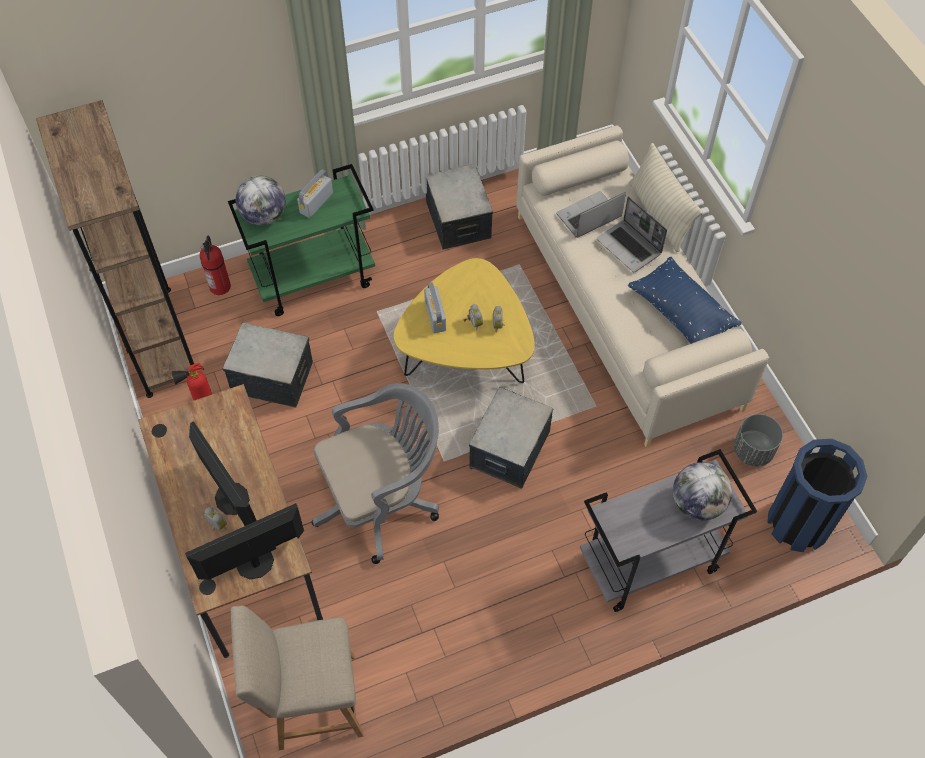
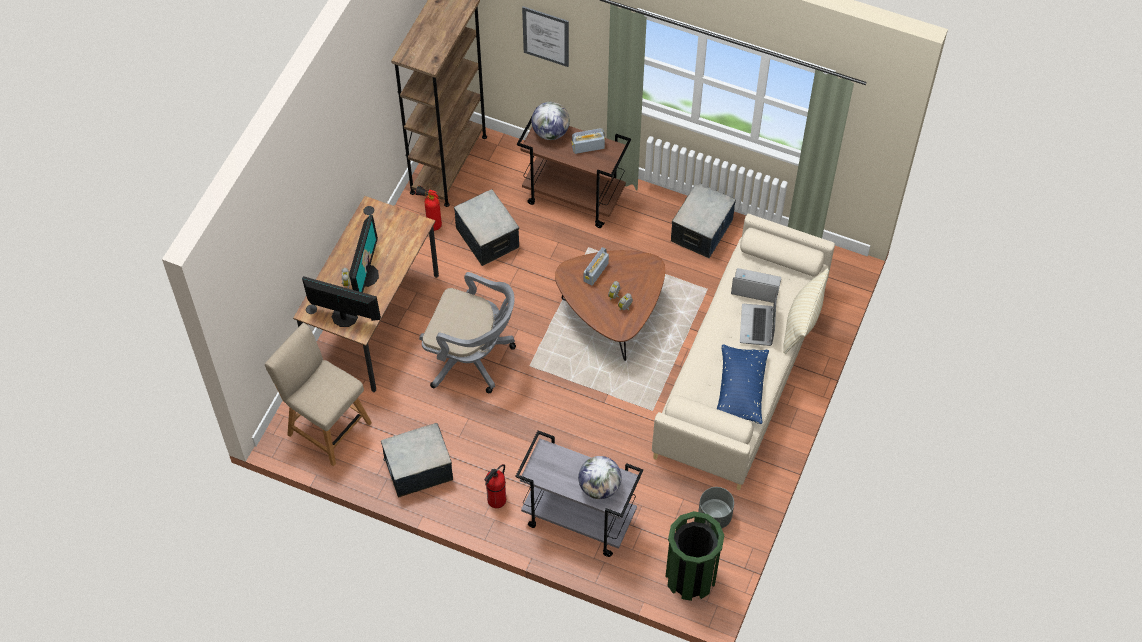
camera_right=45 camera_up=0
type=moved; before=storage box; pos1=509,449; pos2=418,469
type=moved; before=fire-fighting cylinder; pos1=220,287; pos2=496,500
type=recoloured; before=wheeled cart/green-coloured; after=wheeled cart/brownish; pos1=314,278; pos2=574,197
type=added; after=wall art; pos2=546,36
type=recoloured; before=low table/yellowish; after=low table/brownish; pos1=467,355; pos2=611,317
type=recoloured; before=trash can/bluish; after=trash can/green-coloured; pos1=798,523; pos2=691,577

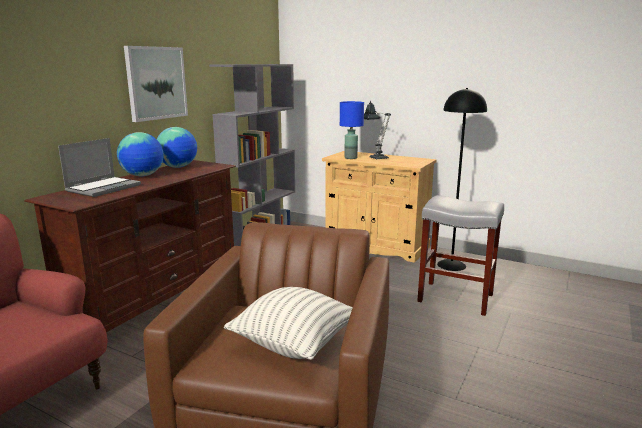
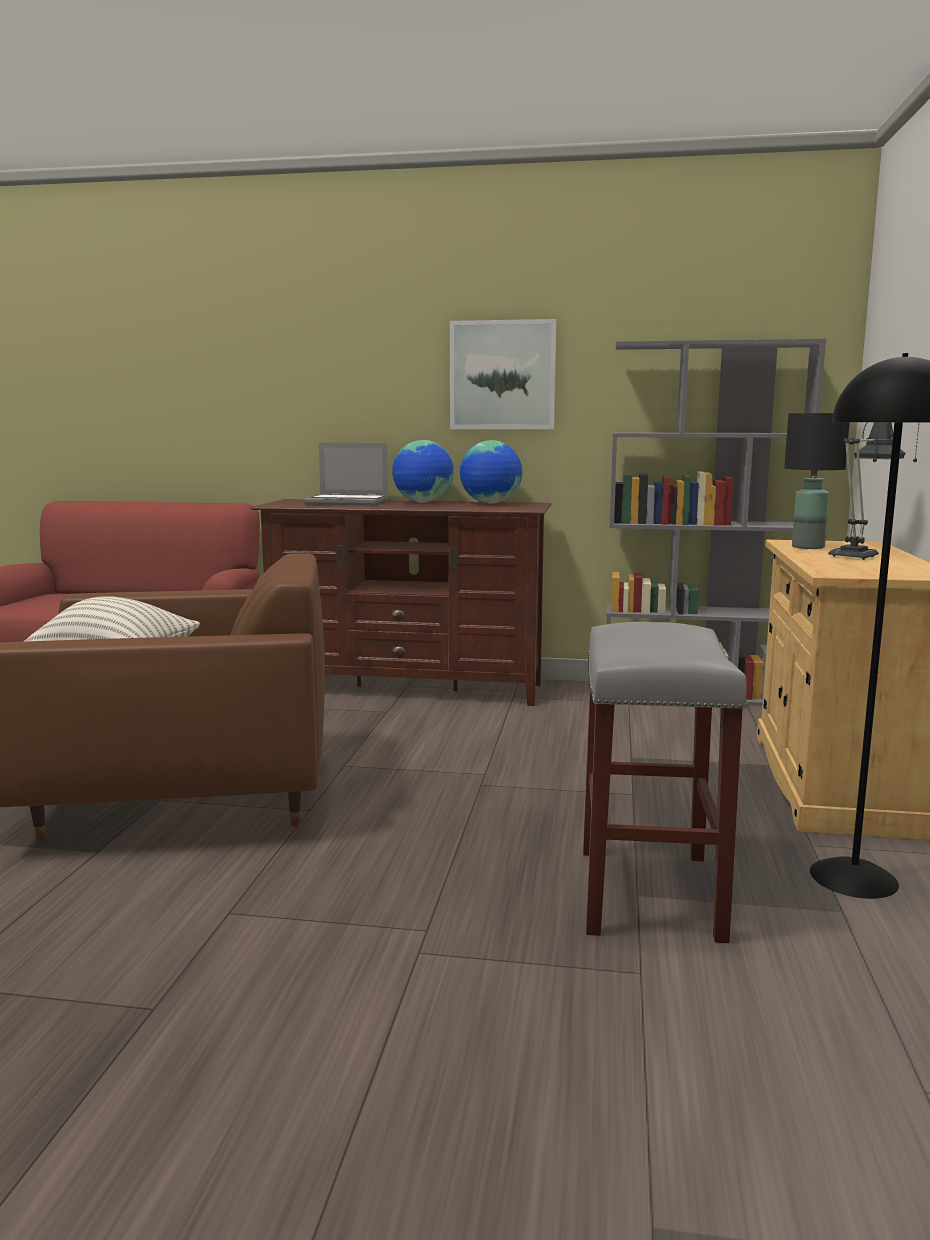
camera_right=70 camera_up=-5
type=recoloured; before=tabletop lamp/bluish; after=tabletop lamp/blackish; pos1=351,158; pos2=809,547

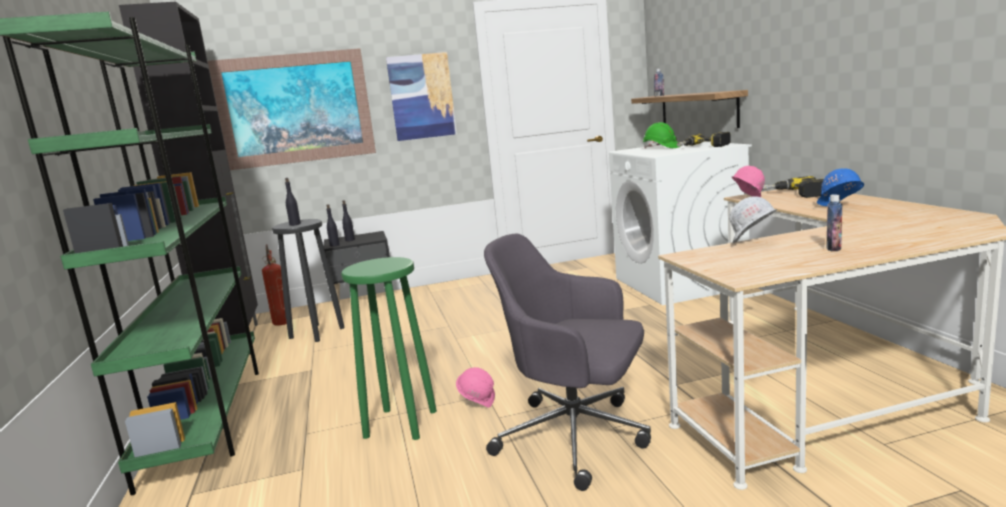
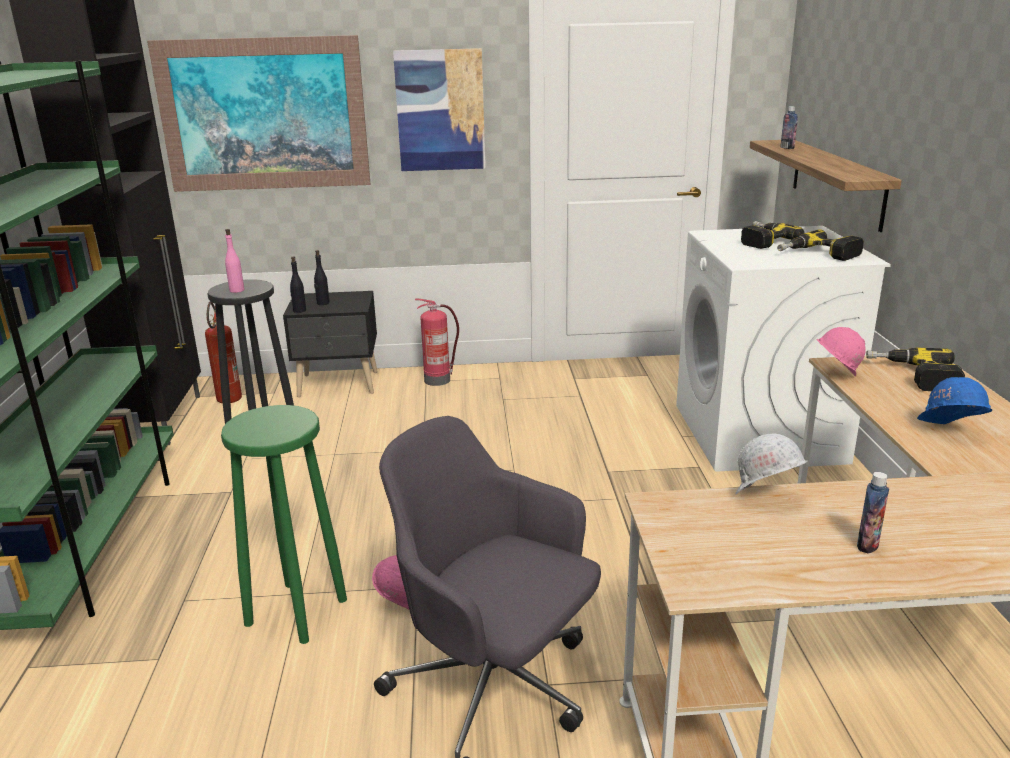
camera_right=10 camera_up=10
type=recoloured; before=beverage bottle/blackish; after=beverage bottle/pink-coloured; pos1=295,224; pos2=237,290
type=added; after=fire-fighting cylinder; pos2=438,380
type=replaced; before=work helmet/green-coloured; after=power drill; pos1=661,148; pos2=762,241

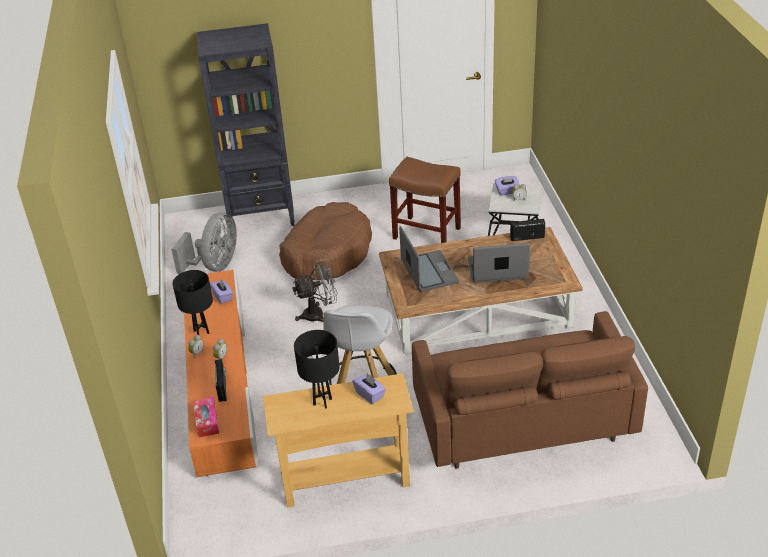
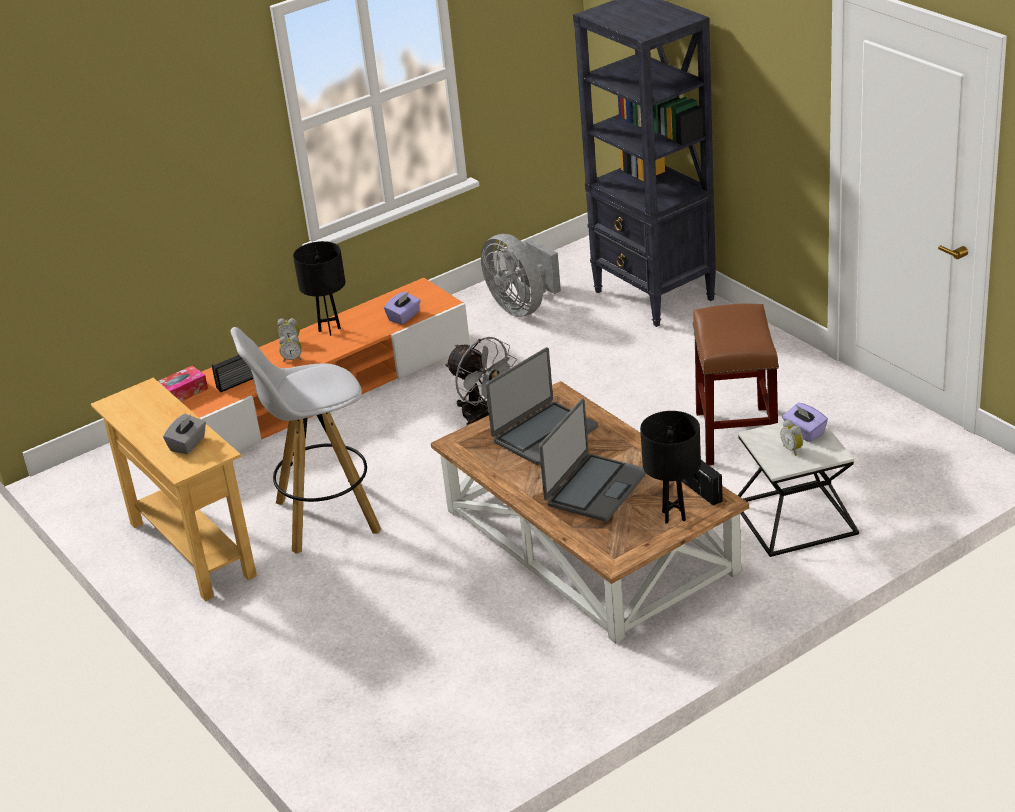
camera_right=65 camera_up=-5
type=recoloured; before=box of tissues/purplish; after=box of tissues/gray; pos1=370,394; pos2=188,444
type=turned; before=electric fan/gray; pos1=215,265; pos2=522,307; turn=60
type=turned; before=notebook computer; pos1=497,270; pos2=595,489; turn=60
type=moved; before=tabletop lamp/blackish; pos1=322,402; pos2=674,516
type=removed; before=dog bed/brownish; pos1=327,253
type=removed; before=sofa/brownish; pos1=522,423

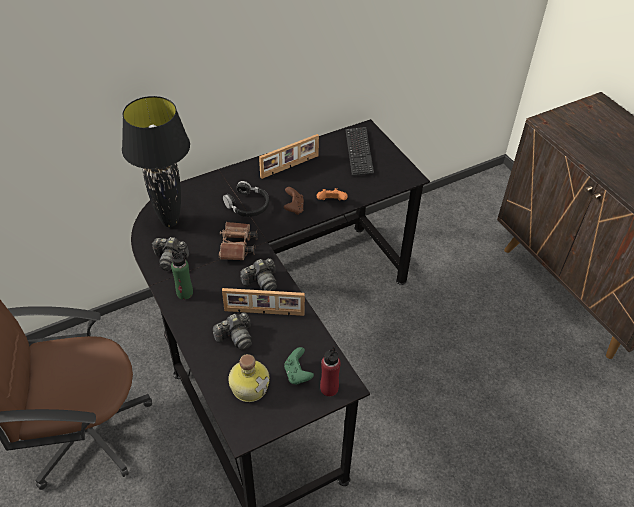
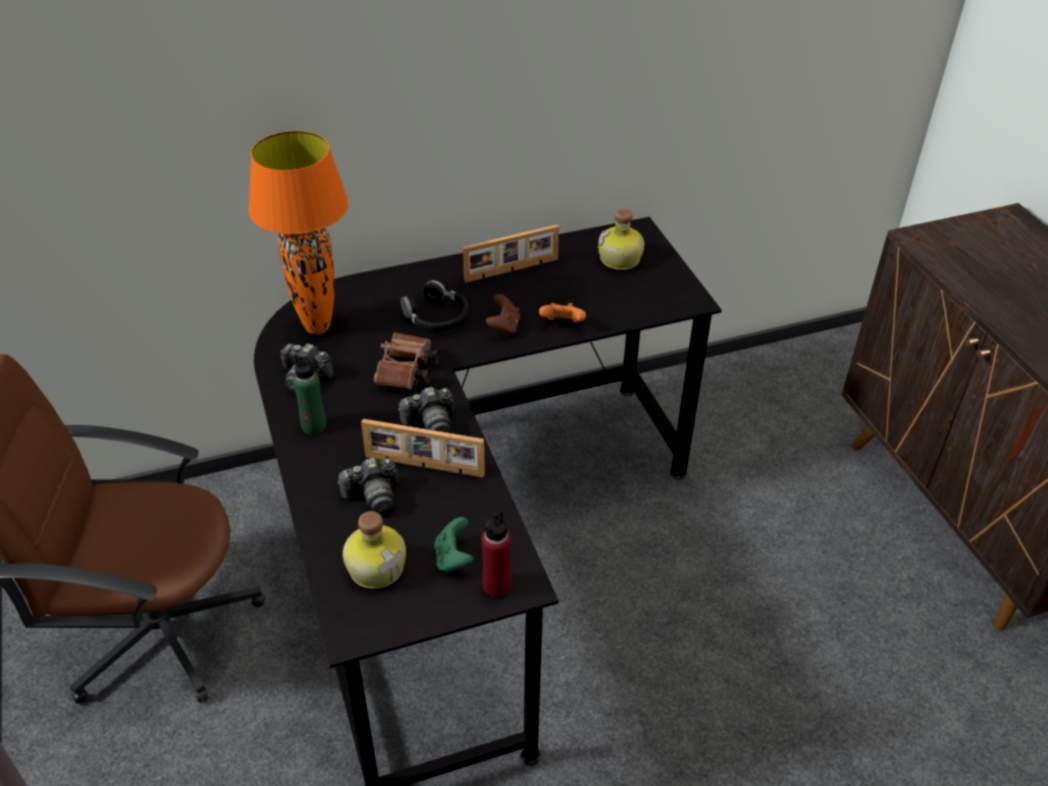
camera_right=10 camera_up=-5
type=recoloured; before=tabletop lamp/blackish; after=tabletop lamp/orange; pos1=169,221; pos2=317,327
type=replaced; before=PC keyboard; after=beverage bottle; pos1=359,152; pos2=620,260

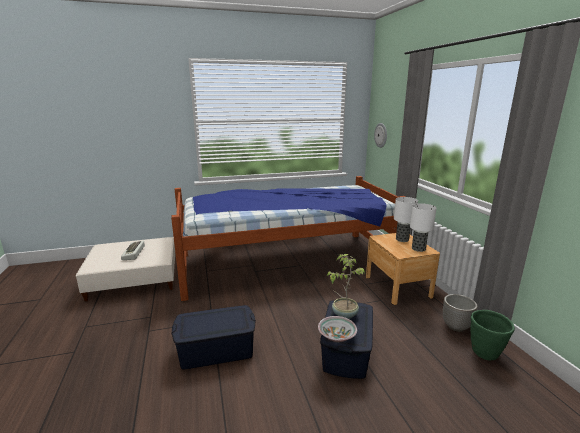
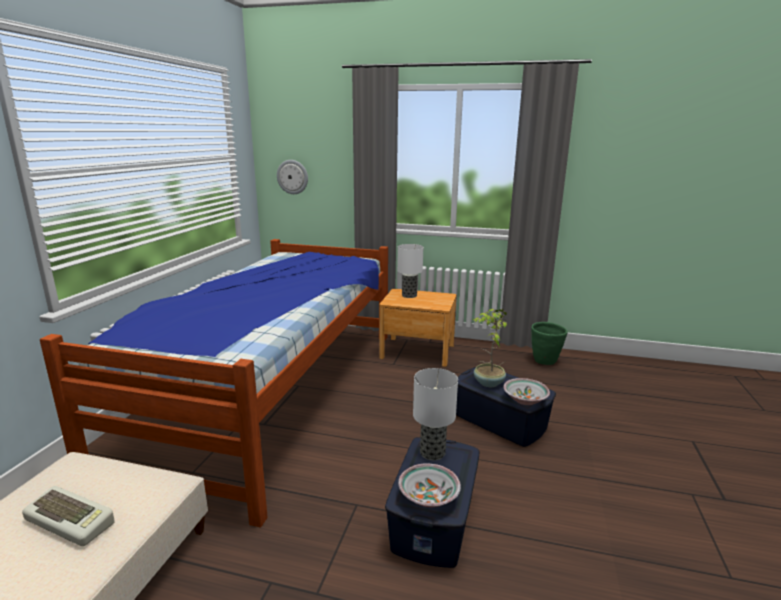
camera_right=-60 camera_up=0
type=added; after=serving bowl; pos2=428,497
type=moved; before=tabletop lamp; pos1=418,249; pos2=433,453
type=removed; before=planter; pos1=456,326

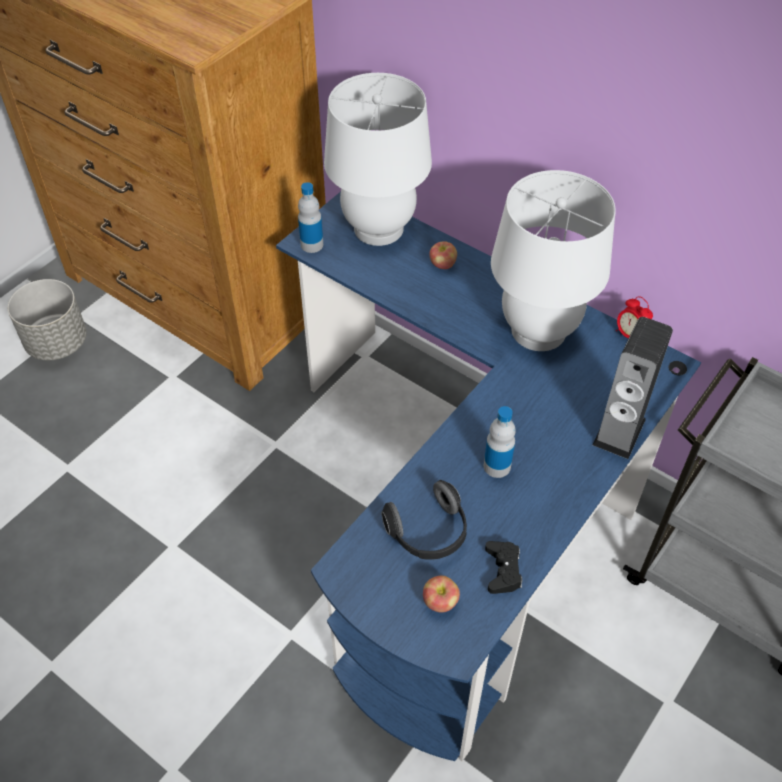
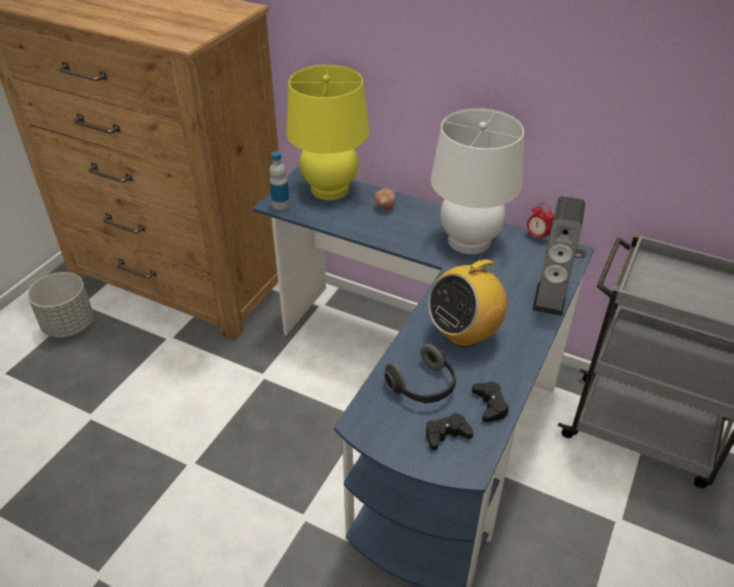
camera_right=-10 camera_up=-10
type=recoloured; before=tabletop lamp/white; after=tabletop lamp/yellowish; pos1=378,228; pos2=330,189
type=replaced; before=apple; after=game controller/blackish; pos1=440,602; pos2=446,434
type=replaced; before=beverage bottle; after=radio; pos1=497,466; pos2=464,333

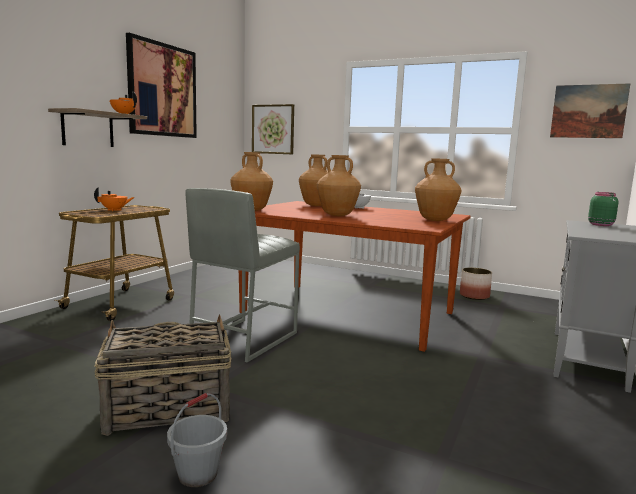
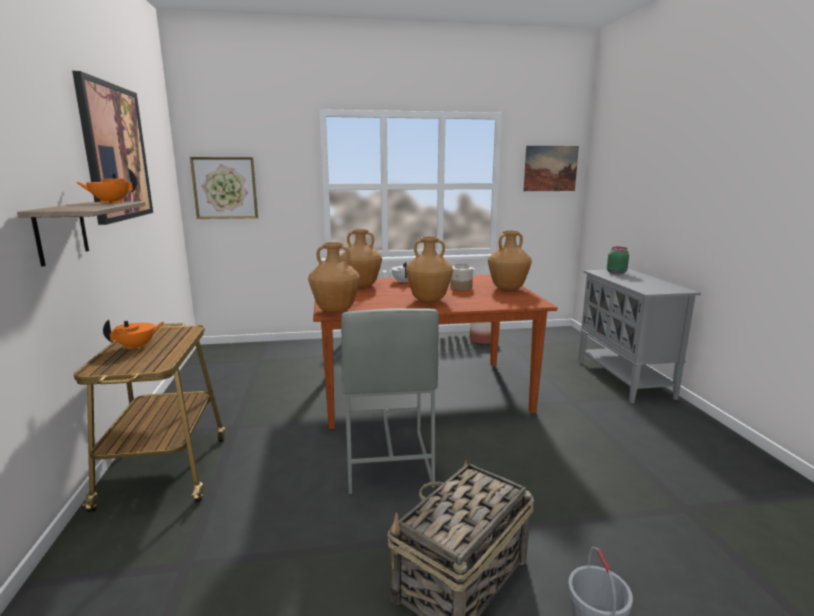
camera_right=-35 camera_up=5
type=added; after=storage jar; pos2=461,288

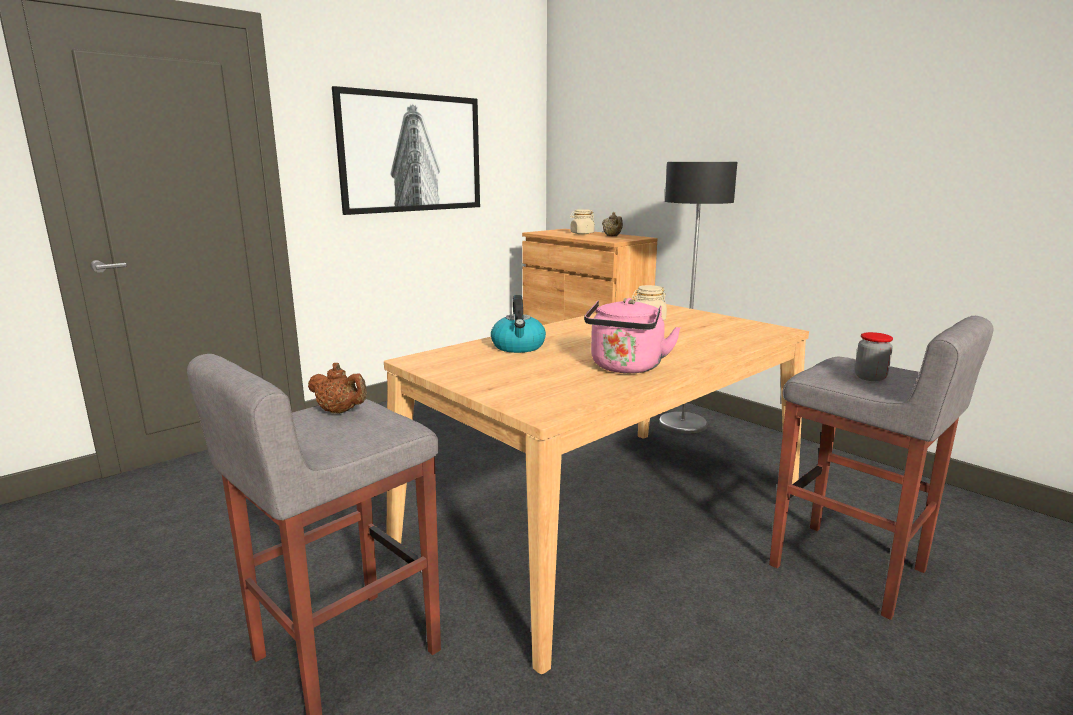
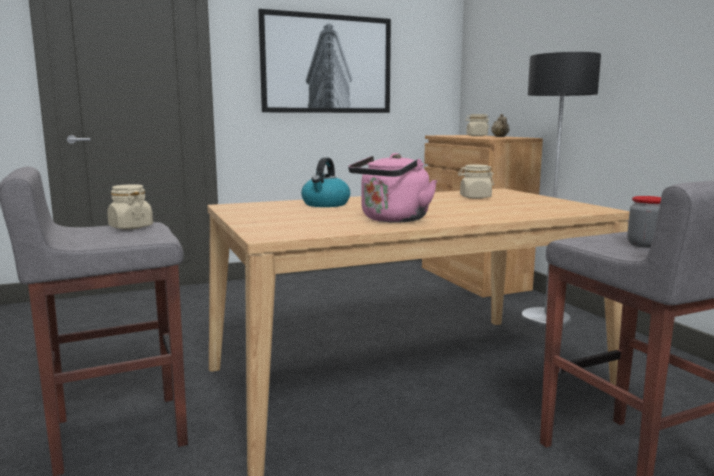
camera_right=20 camera_up=-5
type=replaced; before=teapot/brownish; after=storage jar/beige; pos1=340,412; pos2=130,227

